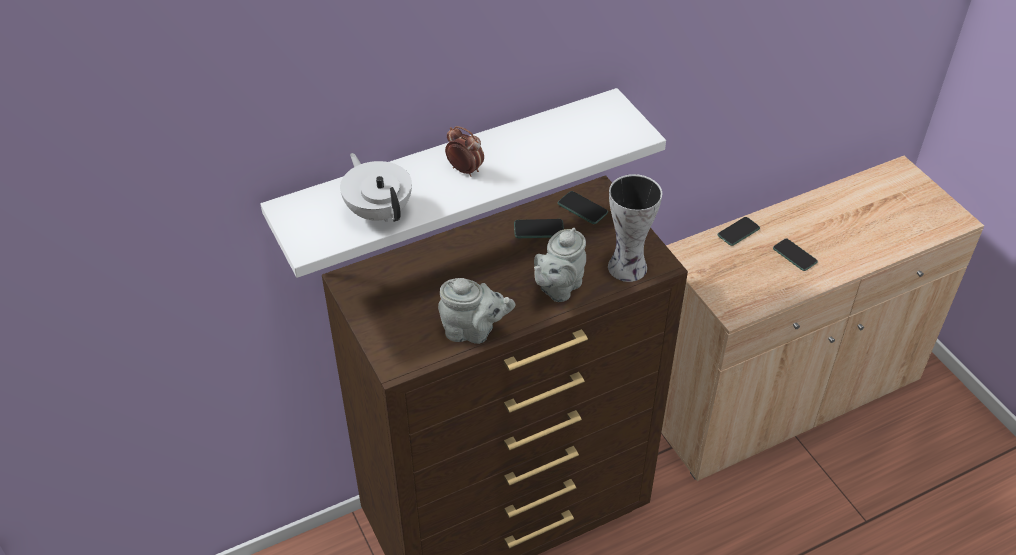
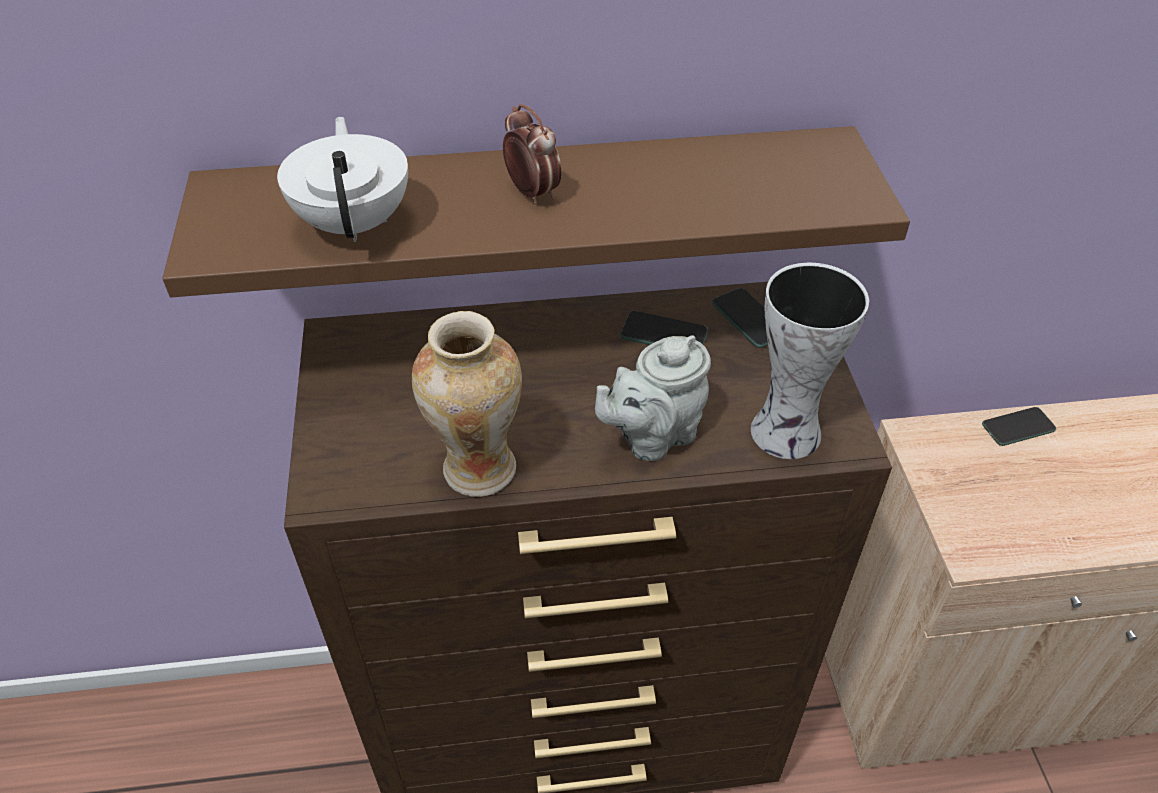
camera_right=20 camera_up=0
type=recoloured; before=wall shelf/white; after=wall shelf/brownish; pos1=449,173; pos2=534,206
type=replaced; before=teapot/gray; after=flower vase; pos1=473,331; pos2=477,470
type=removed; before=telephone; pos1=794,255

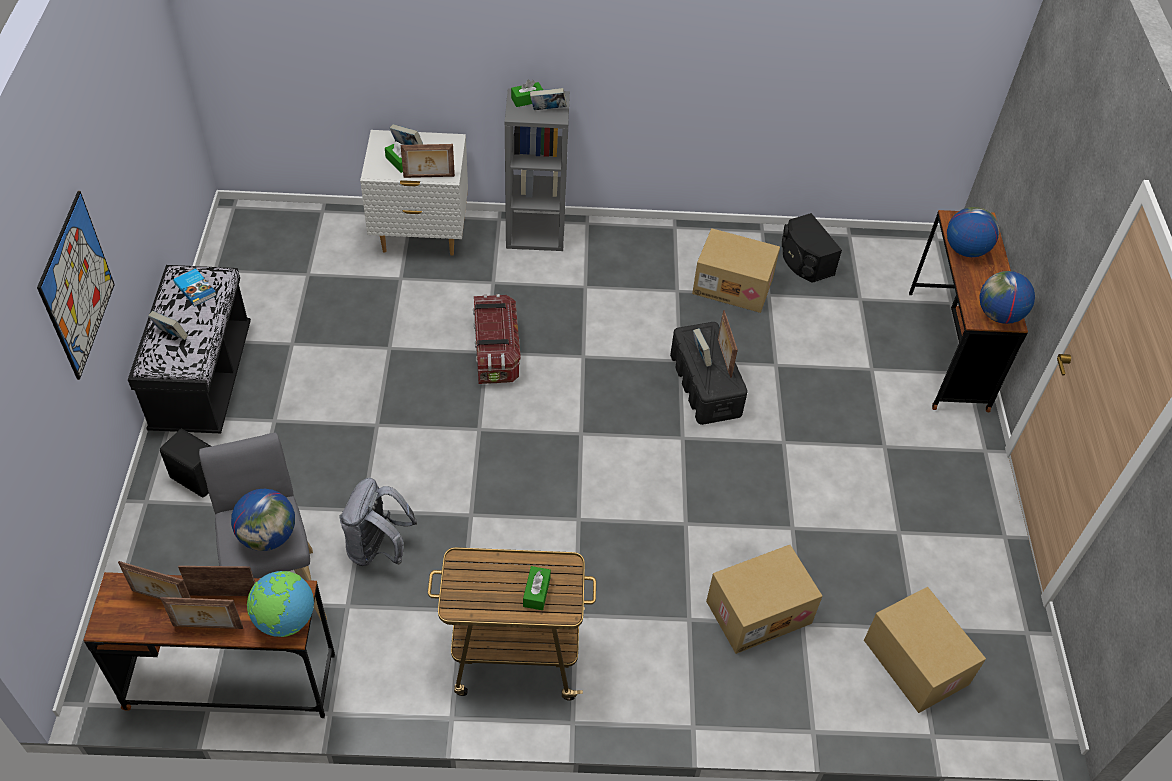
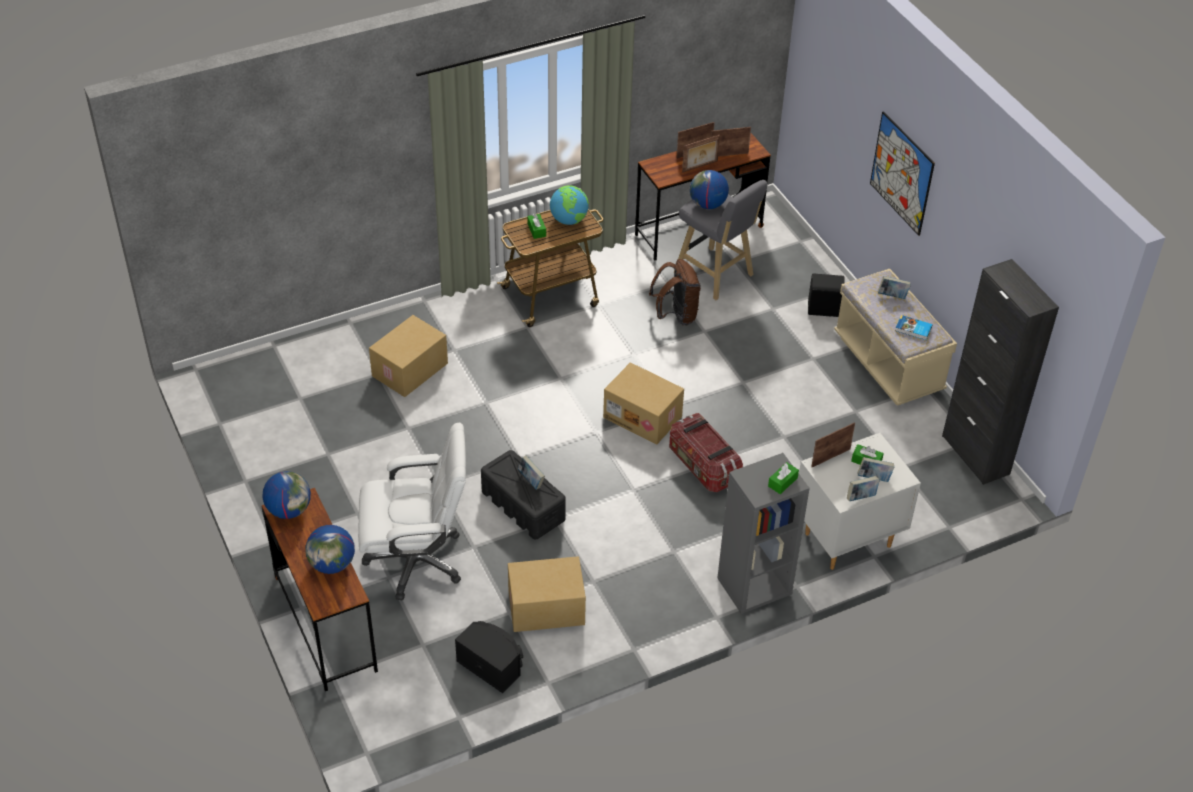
camera_right=155 camera_up=-5
type=added; after=desk chair/white; pos2=417,560
type=moved; before=world globe; pos1=285,620; pos2=569,220
type=moved; before=packing box; pos1=914,662; pos2=643,416
type=recoloured; before=knapsack/gray; after=knapsack/brownish; pos1=378,548; pos2=676,315
type=recoloured; before=bench/blackish; after=bench/beige; pos1=202,379; pos2=888,364
type=moved; before=book; pos1=548,110; pos2=861,497
type=added; after=storage cabinet/blackish; pos2=975,455
type=removed; before=photo frame; pos1=723,357

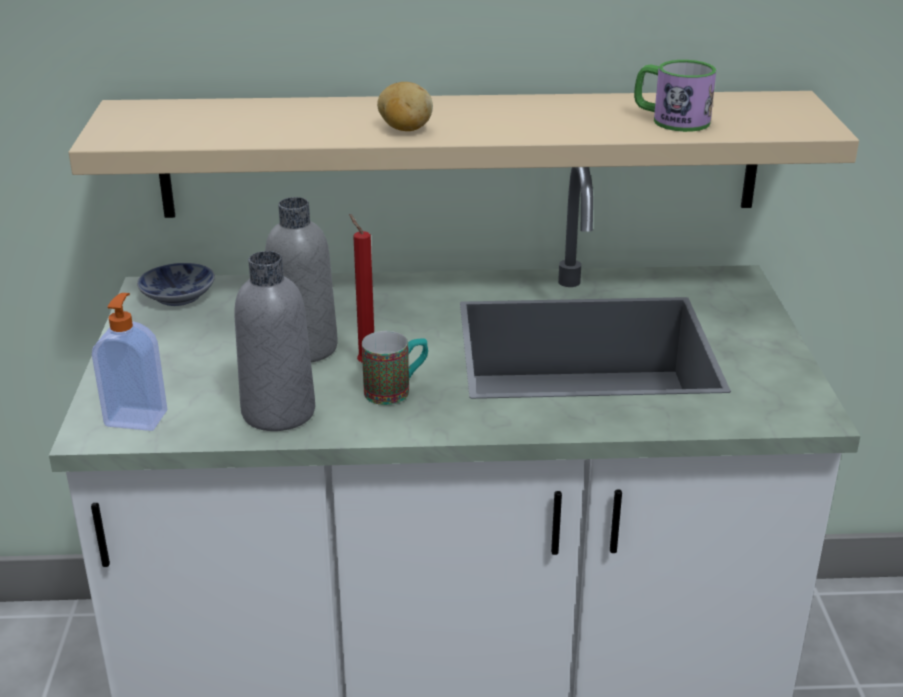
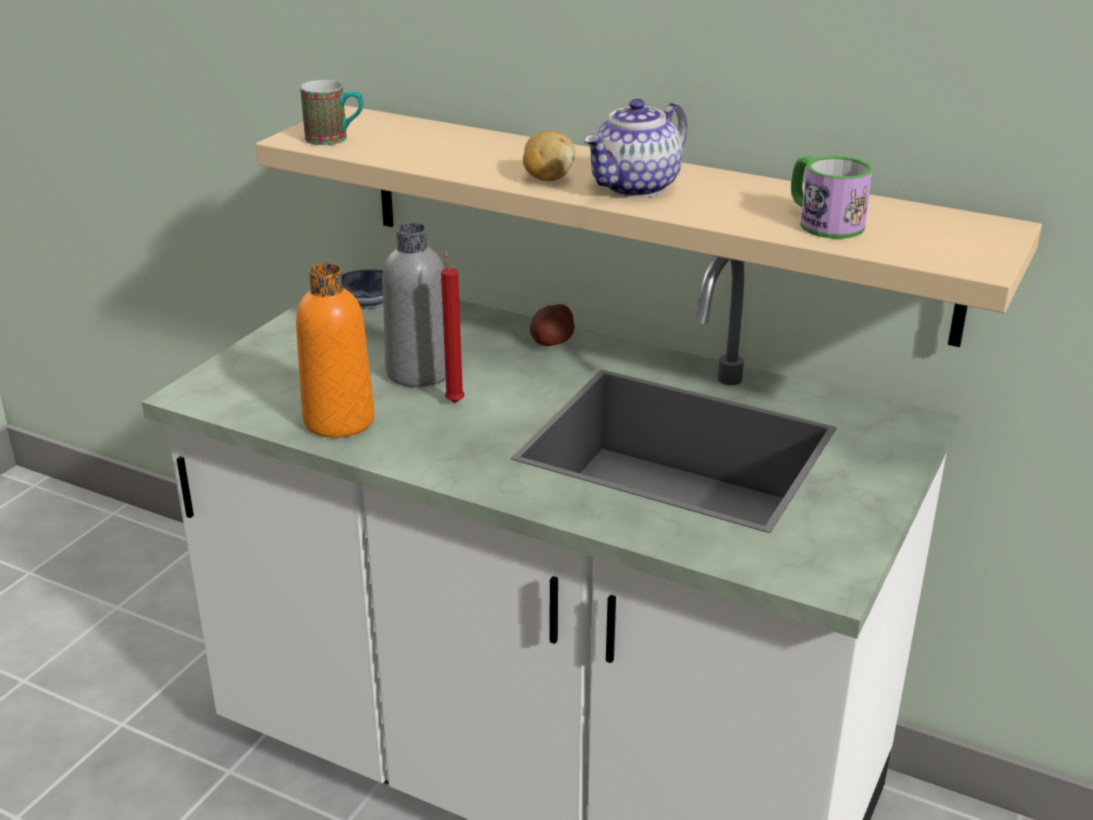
camera_right=30 camera_up=0
type=recoloured; before=beverage bottle/gray; after=beverage bottle/orange; pos1=278,412; pos2=339,421
type=moved; before=coffee mug; pos1=396,390; pos2=335,139
type=added; after=spud; pos2=552,342
type=added; after=teapot; pos2=635,187
type=removed; before=soap dispenser; pos1=137,417

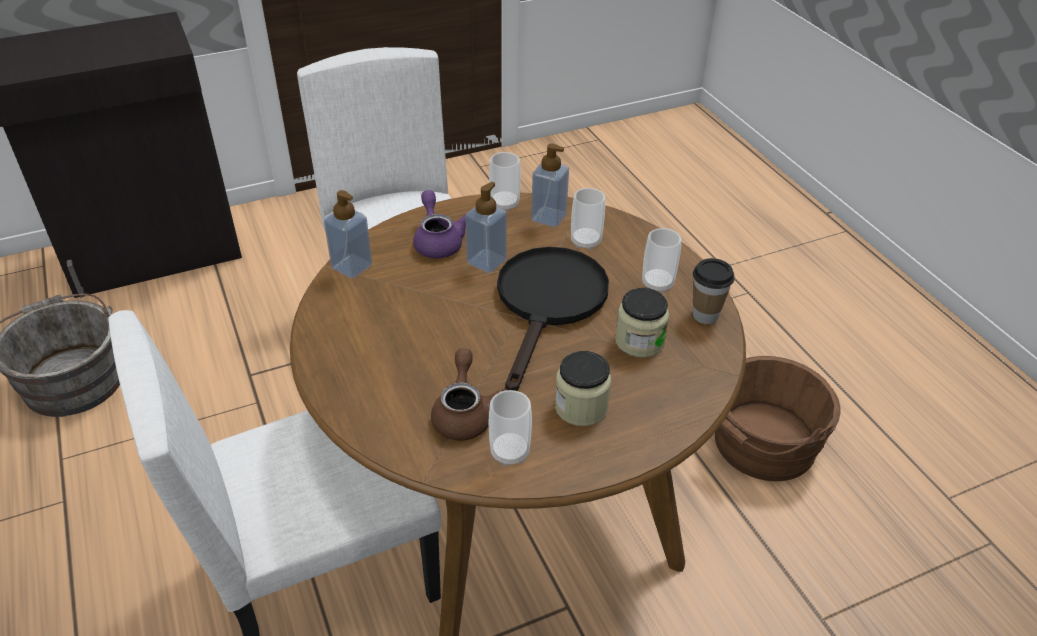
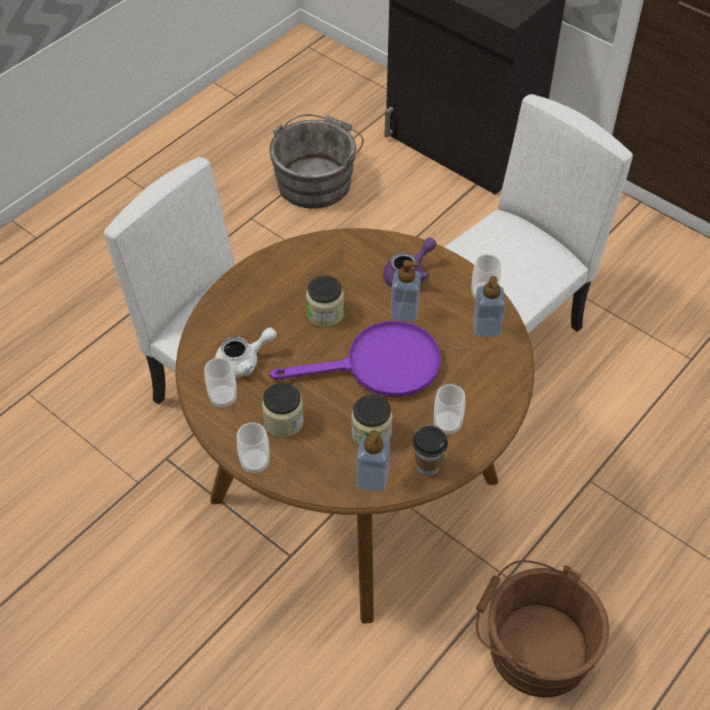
camera_right=65 camera_up=10
type=recoloured; before=teapot/brownish; after=teapot/white; pos1=464,413; pos2=244,362
type=moved; before=small cup; pos1=585,242; pos2=255,463
type=recoloured; before=frying pan/blackish; after=frying pan/purplish; pos1=549,304; pos2=379,366
type=added; after=storage jar; pos2=325,313
type=moved; before=soap dispenser; pos1=352,267; pos2=372,479

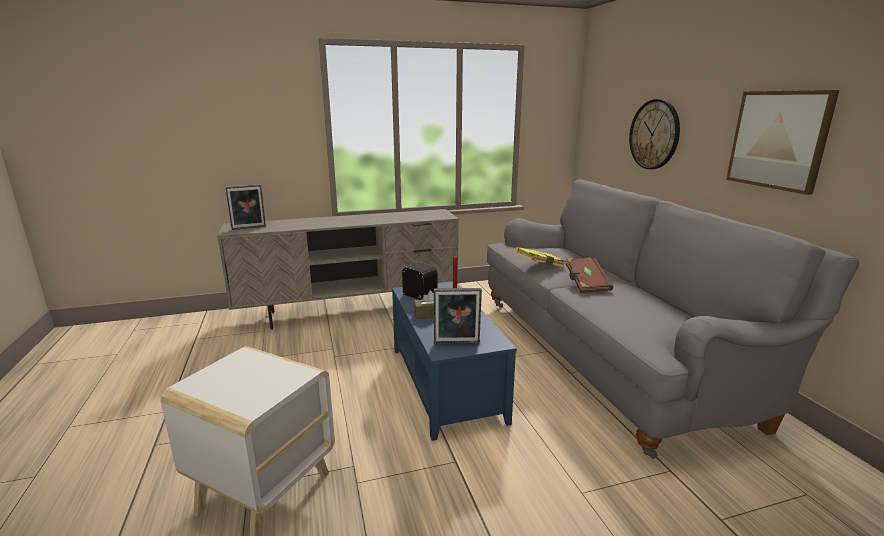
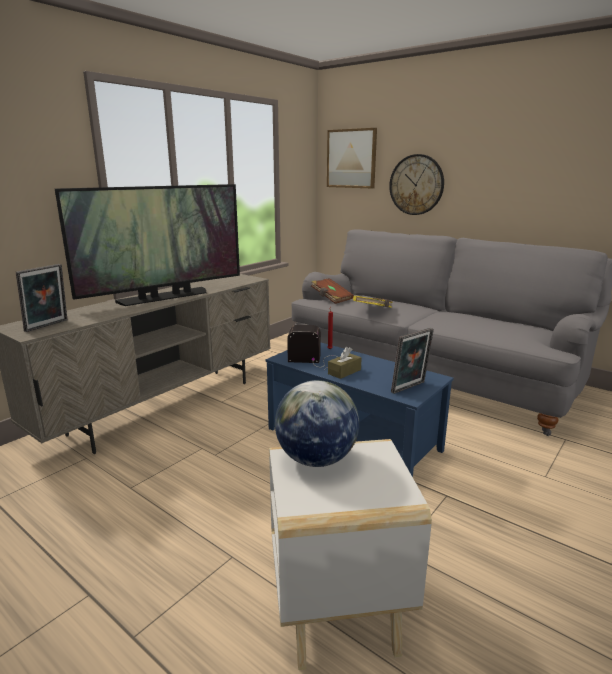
camera_right=-35 camera_up=0
type=added; after=TV set; pos2=164,297
type=added; after=world globe; pos2=316,459
type=moved; before=book/brownish; pos1=586,284; pos2=331,298
type=moved; before=wall art; pos1=778,140; pos2=351,158

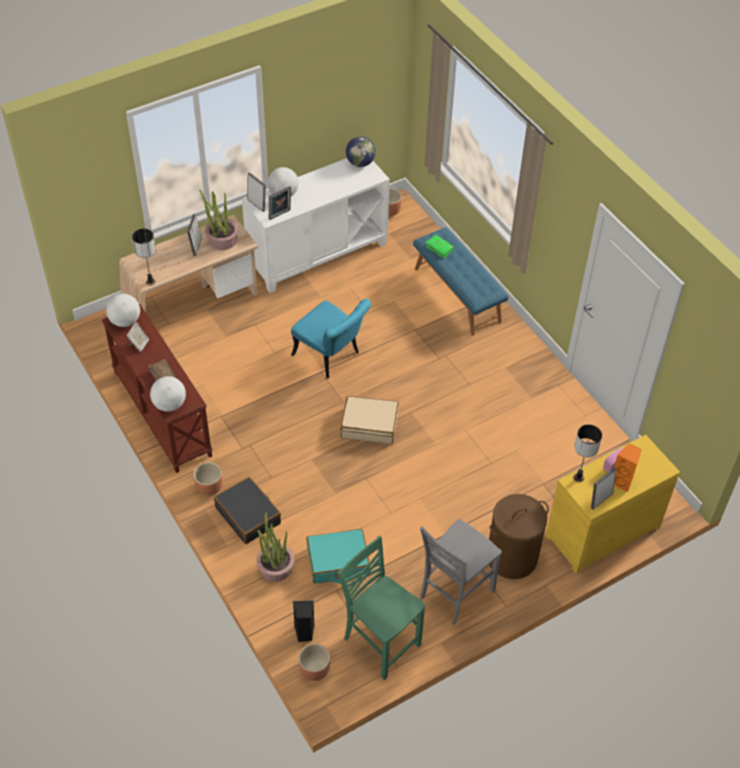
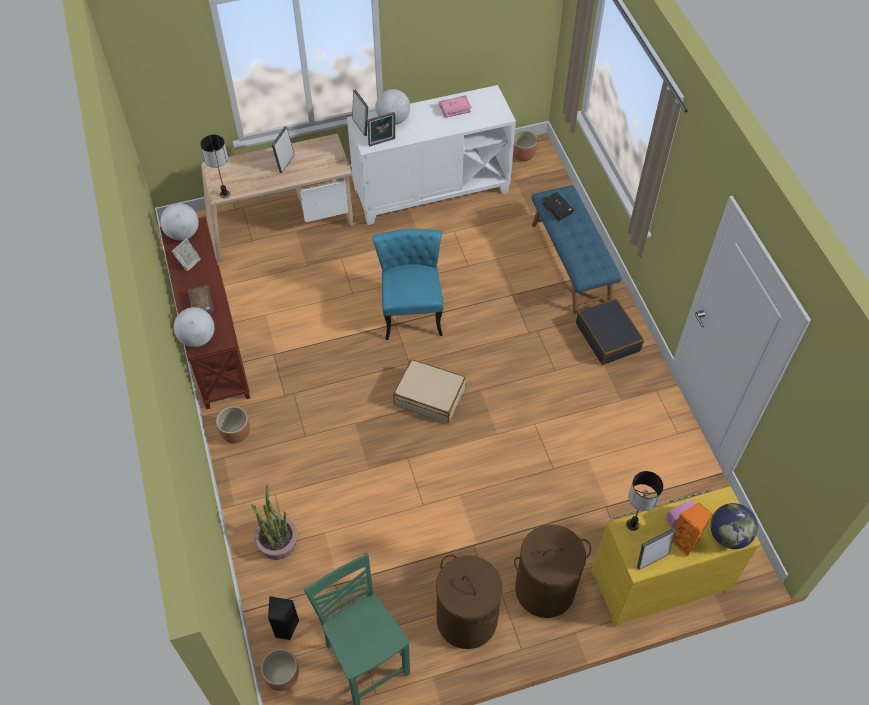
camera_right=15 camera_up=5
type=turned; before=upright chair/blue-green; pos1=331,357; pos2=411,309; turn=-150
type=replaced; before=upright chair/gray; after=laundry basket/brownish; pos1=454,594; pos2=466,619
type=added; after=book/pink-coloured; pos2=455,109
type=recoloured; before=book/green-coloured; after=book/blackish; pos1=439,249; pos2=557,209
type=moved; before=travel case/blackish; pos1=248,515; pos2=608,337
type=moved; before=world globe; pos1=360,163; pos2=728,535
type=removed; before=houseplant; pos1=222,240
type=removed; before=travel case/blue-green; pos1=338,562

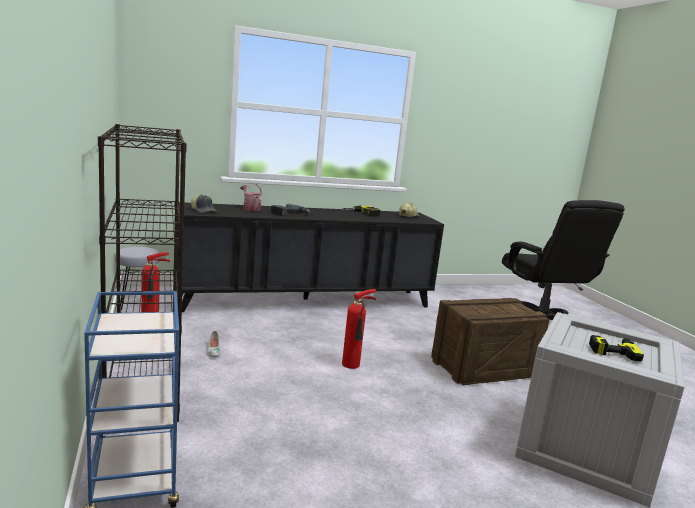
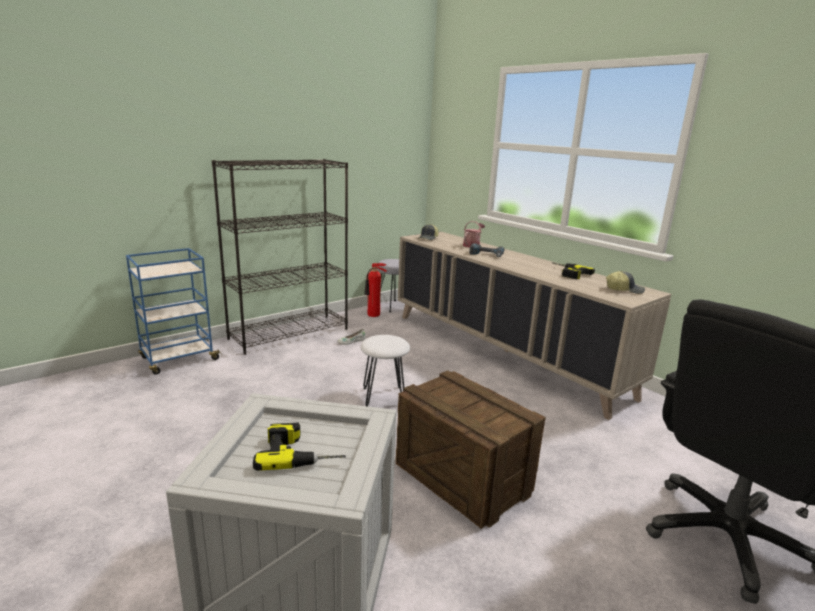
camera_right=70 camera_up=5
type=replaced; before=fire-fighting cylinder; after=sitting stool/white; pos1=353,365; pos2=383,396
type=recoloured; before=storage cabinet/blackish; after=storage cabinet/beige; pos1=306,300; pos2=502,352

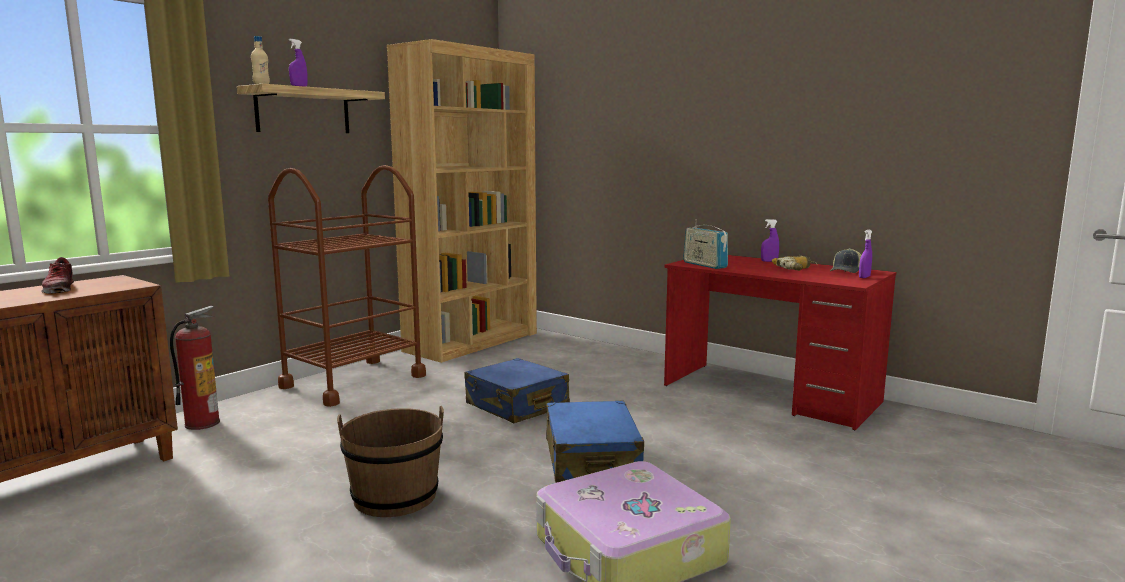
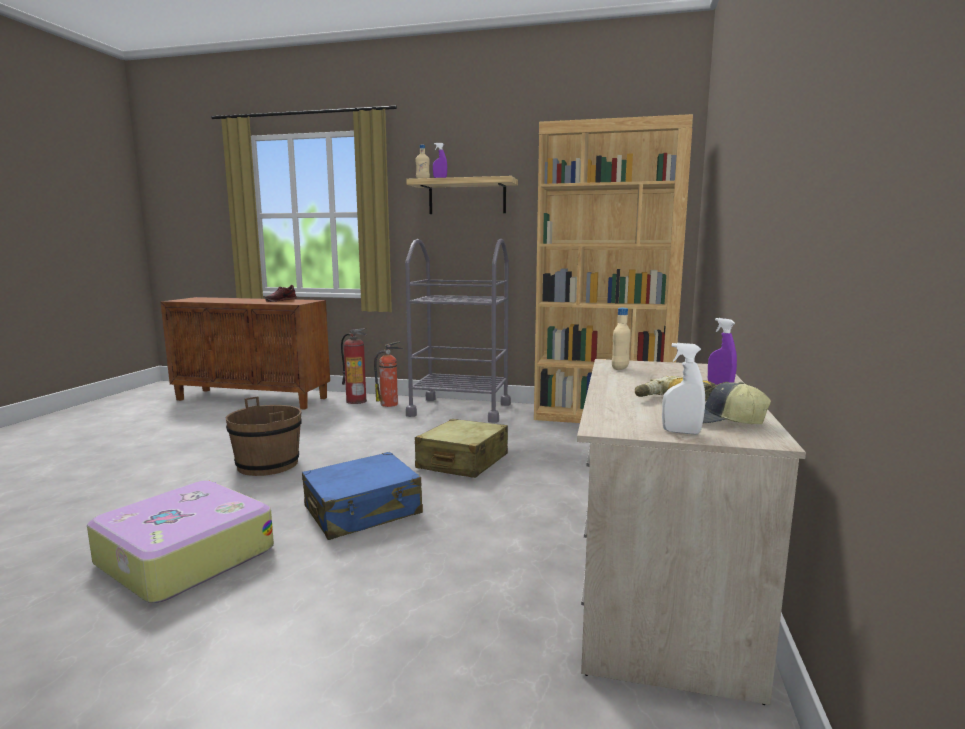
camera_right=65 camera_up=0
type=added; after=fire-fighting cylinder; pos2=390,404
type=recoloured; before=wheeled cart/brownish; after=wheeled cart/gray; pos1=353,381; pos2=460,410
type=recoloured; before=travel case/bluish; after=travel case/beige; pos1=517,406; pos2=462,462
type=recoloured; before=desk/red; after=desk/beige; pos1=770,394; pos2=659,583
type=replaced; before=radio; after=beverage bottle/beige; pos1=704,265; pos2=620,368
type=recoloured; before=sprayer/purplish; after=sprayer/white; pos1=864,277; pos2=681,432

